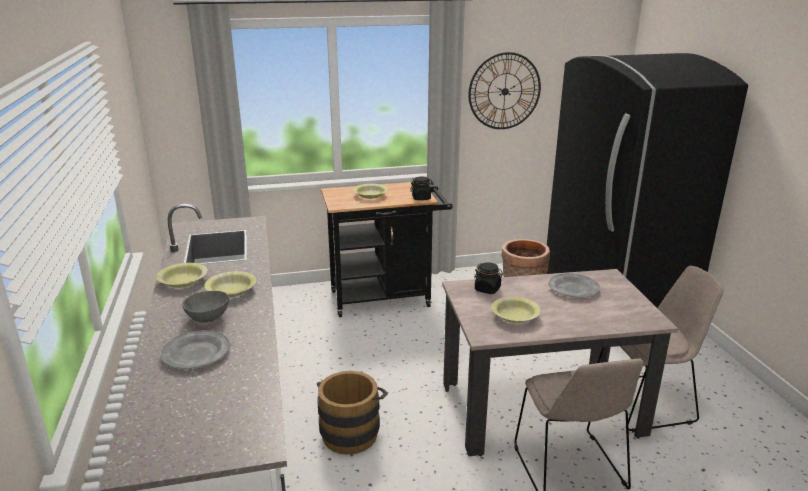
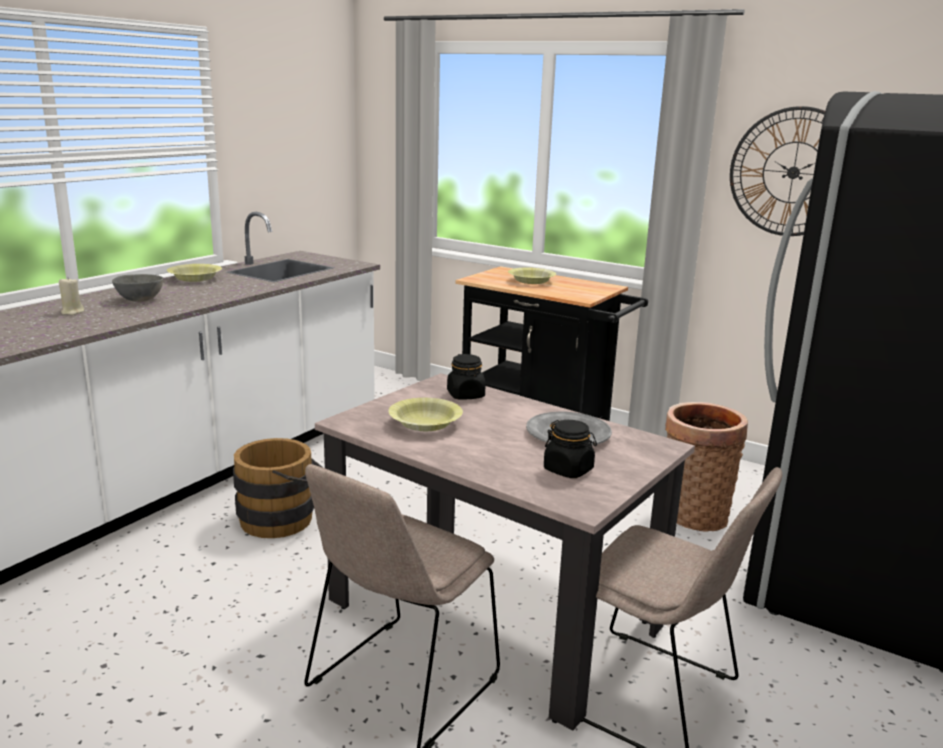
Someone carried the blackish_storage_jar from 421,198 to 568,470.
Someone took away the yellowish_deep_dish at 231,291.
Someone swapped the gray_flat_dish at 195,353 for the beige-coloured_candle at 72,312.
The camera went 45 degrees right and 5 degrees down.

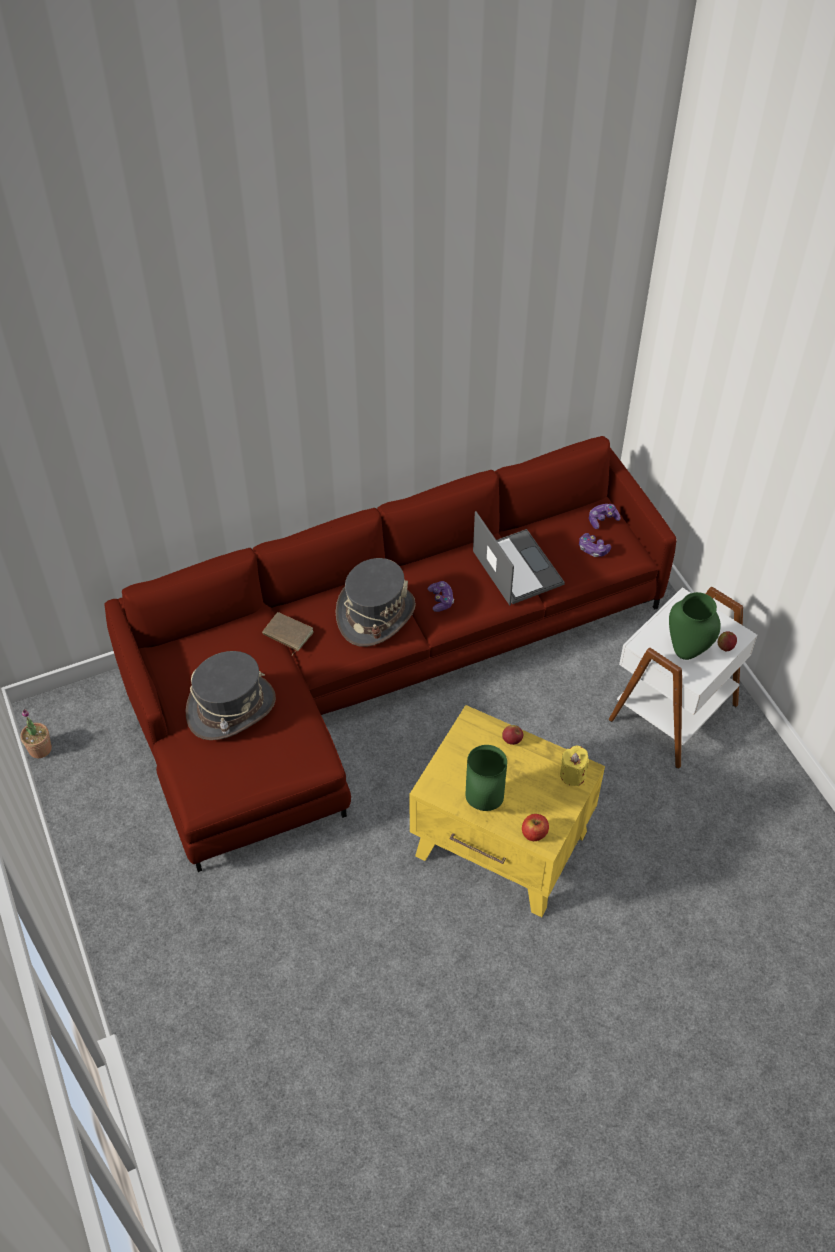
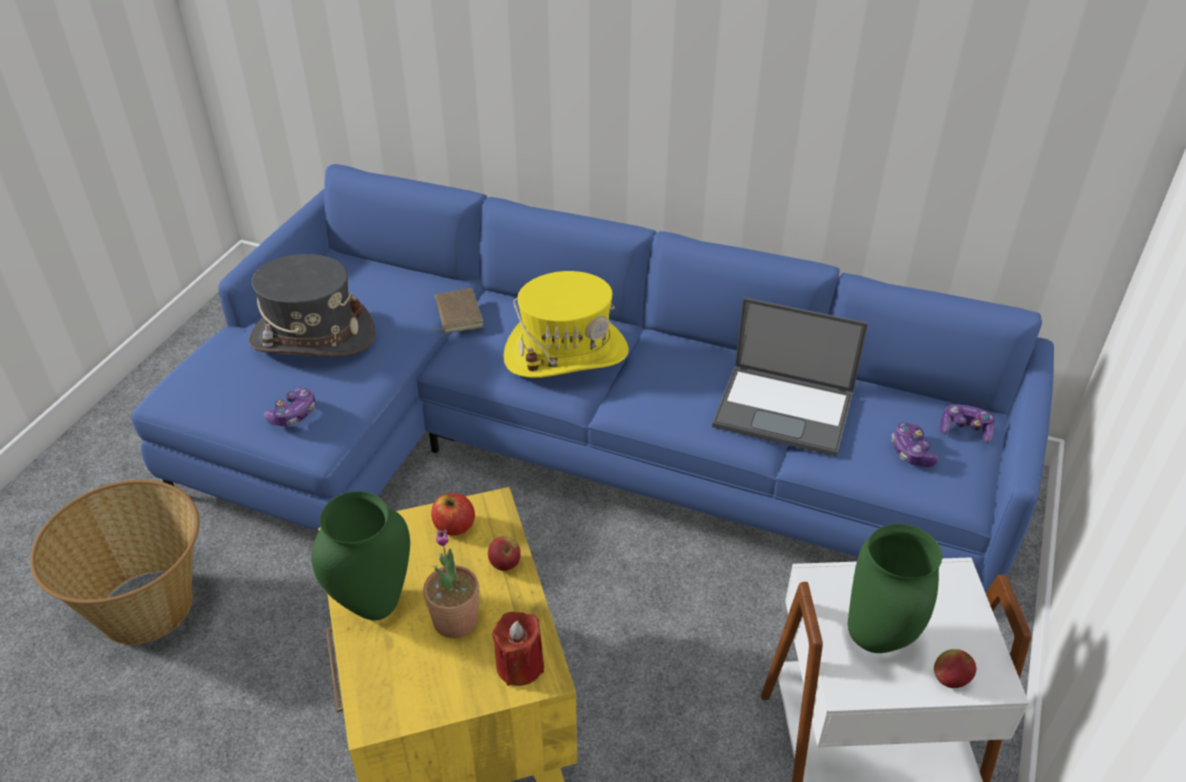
Someone repainted the red-coloured_sofa at 378,667, which became the blue-coloured_sofa at 569,444.
Someone rotated the notebook_computer at 516,567 by 90 degrees clockwise.
Someone repainted the gray_wearable_hat at 375,614, which became the yellowish_wearable_hat at 566,353.
Someone carried the game_controller from 441,600 to 294,414.
Someone carried the plant_in_a_pot from 40,749 to 455,620.
Someone repainted the yellowish_candle at 572,774, which became the red-coloured_candle at 520,665.
Someone carried the whole_apple from 534,833 to 454,526.
Someone put down the household_basket at 147,607.
The camera went 45 degrees right and 10 degrees down.

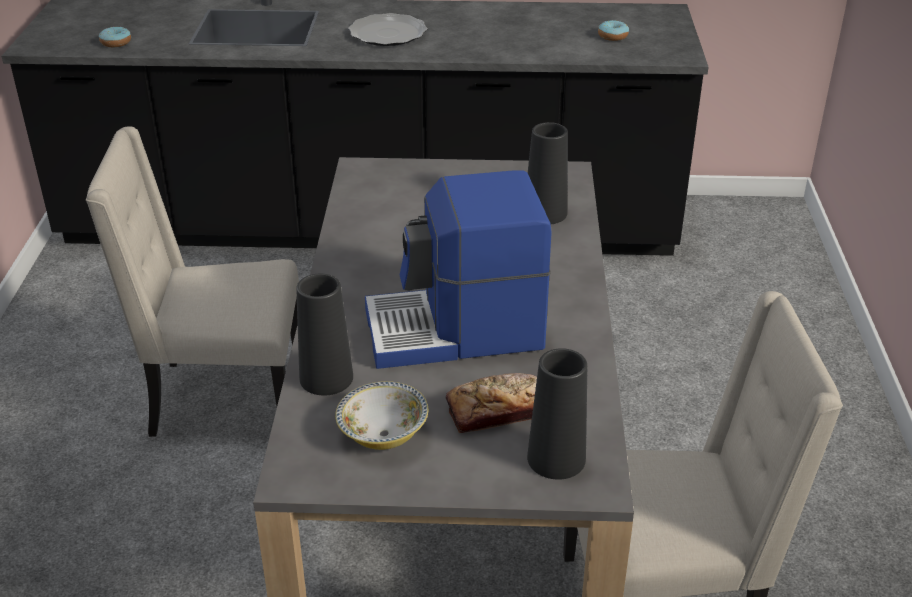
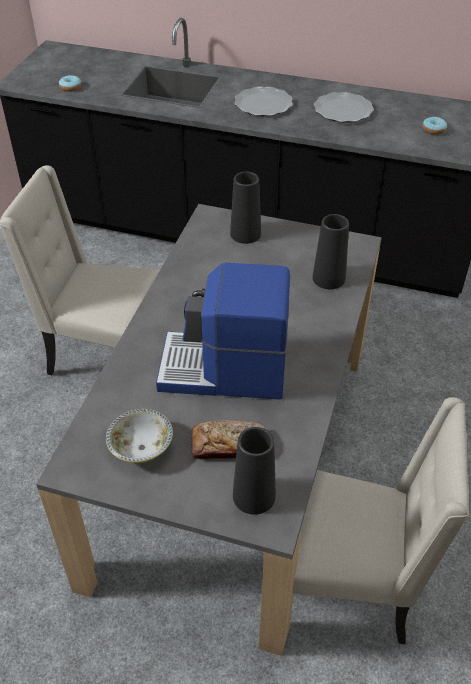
Someone carried the blackish_flower_vase from 326,378 to 245,234.
Someone put down the flat_dish at 343,110.
The camera went 15 degrees right and 10 degrees up.

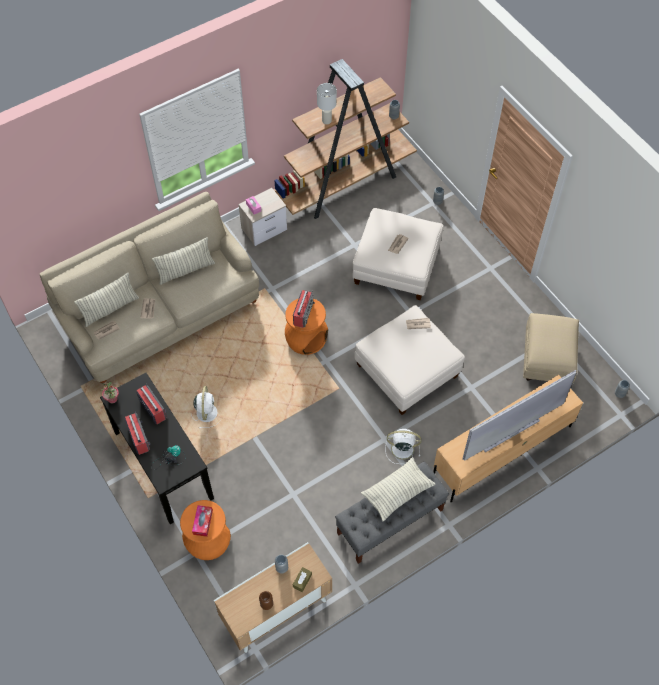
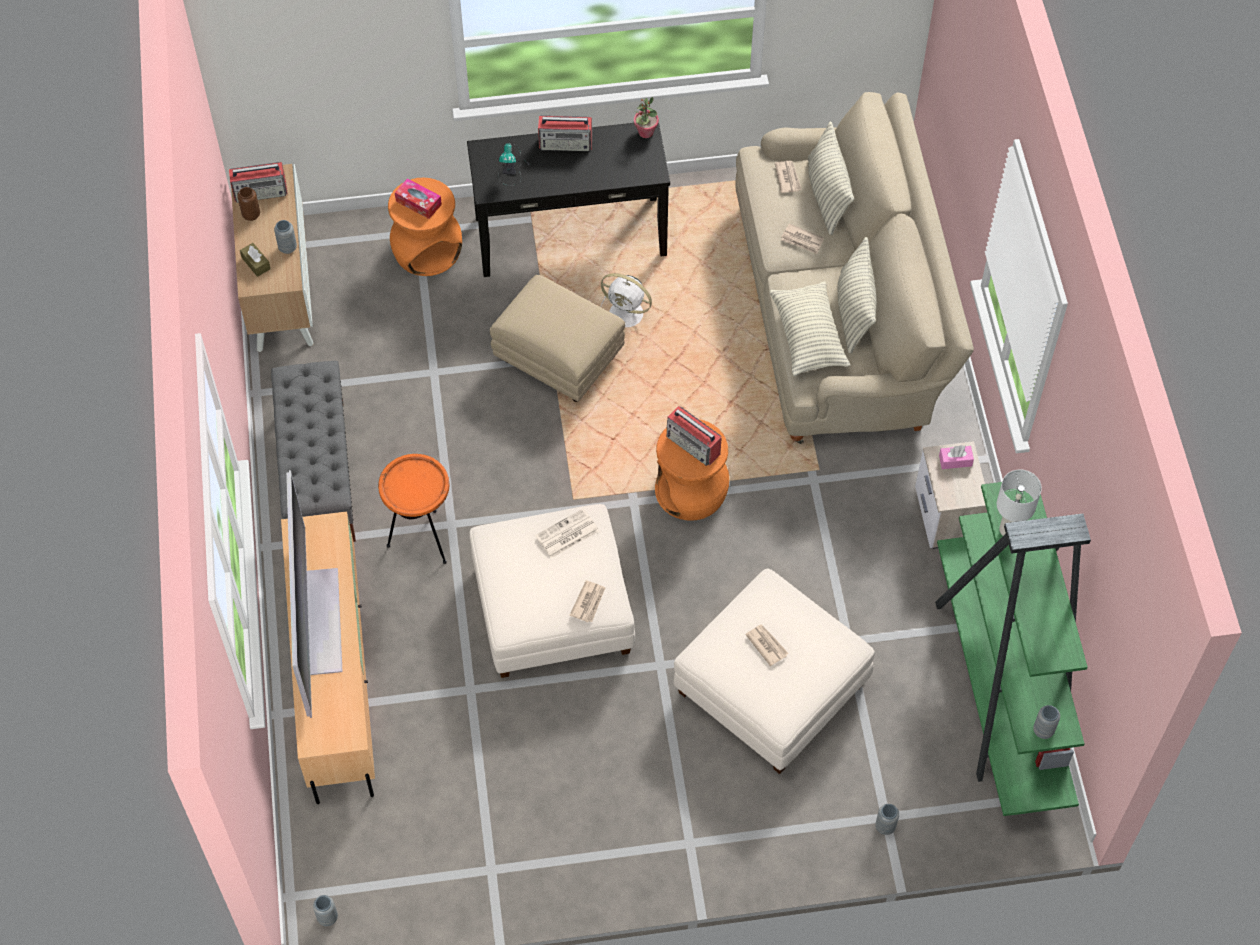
Someone repainted the brown_bookcase at 345,183, which became the green_bookcase at 1000,687.
Someone carried the beige-coloured_pouffe from 547,361 to 558,359.
Someone carried the radio from 152,408 to 261,192.
Someone swapped the white_fan at 401,448 for the orangey_end_table at 422,539.
Someone carried the pillow from 397,492 to 808,337.
Someone put down the printed_paper at 566,534.
The camera went 115 degrees right and 0 degrees up.

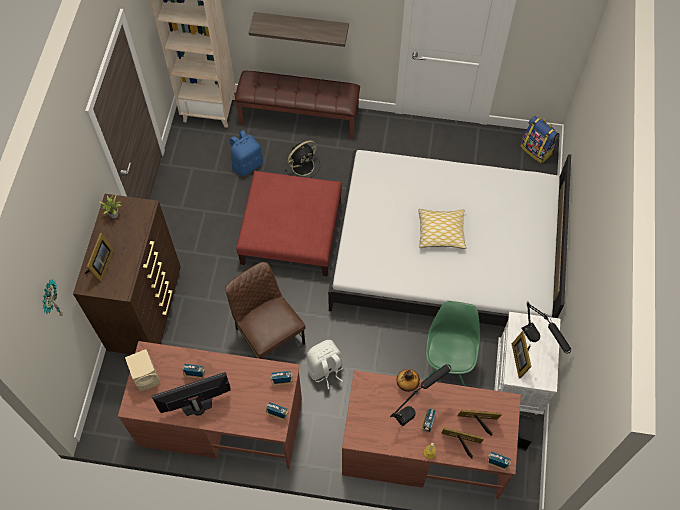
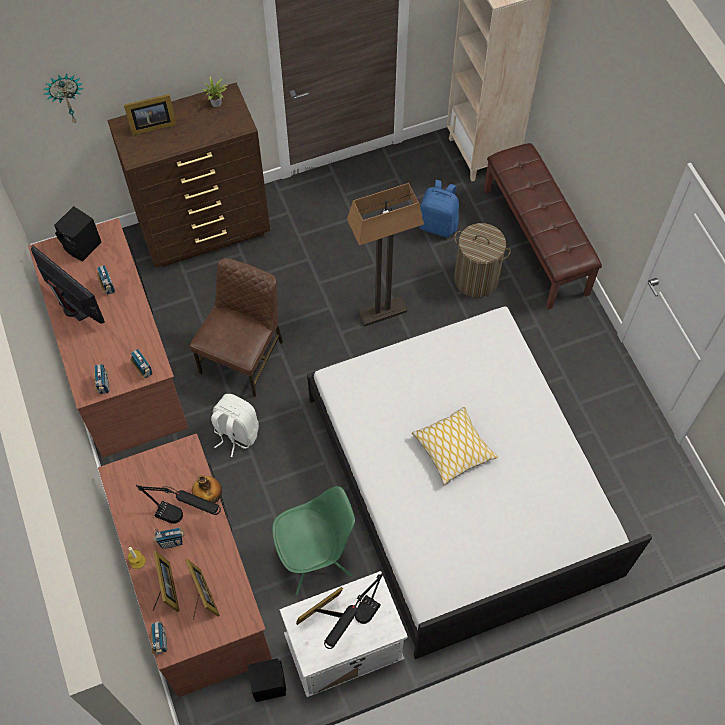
Someone took away the wall_shelf at 301,25.
Someone took away the knapsack at 536,150.
Someone swapped the blackish_fan at 303,165 for the laundry_basket at 476,278.
Someone swapped the red-coloured_pouffe at 292,233 for the standard_lamp at 382,312.
Someone repainted the beige-coloured_loudspeaker at 147,376, which became the blackish_loudspeaker at 83,246.
The camera went 60 degrees right and 0 degrees up.

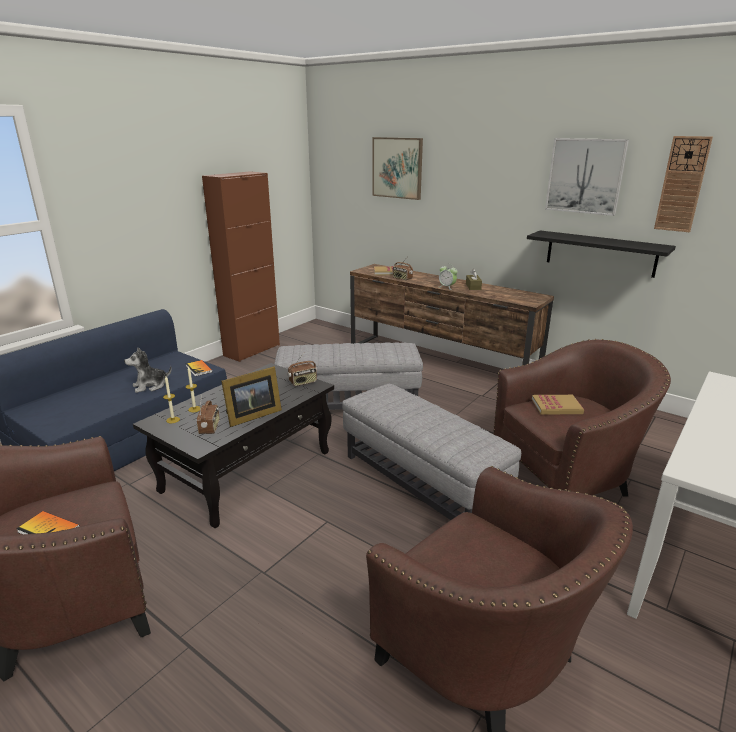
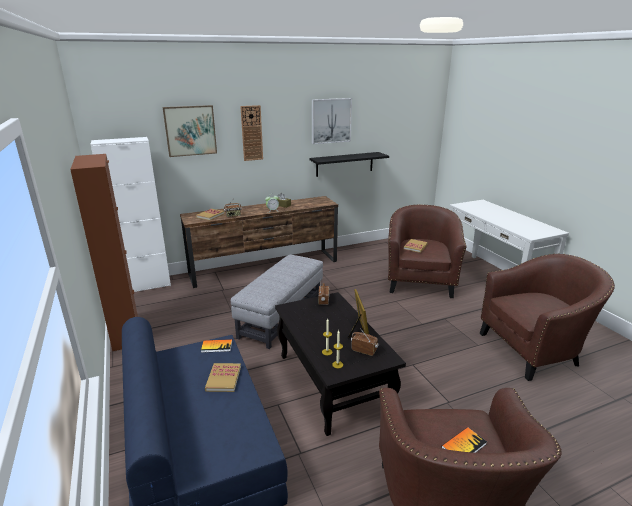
Someone carried the clock_on_the_wall from 682,184 to 251,133.
Someone swapped the soft_toy at 150,386 for the book at 223,378.
Someone took away the gray_pouffe at 422,482.
Someone put down the white_storage_cabinet at 146,285.
The camera went 60 degrees left and 0 degrees up.

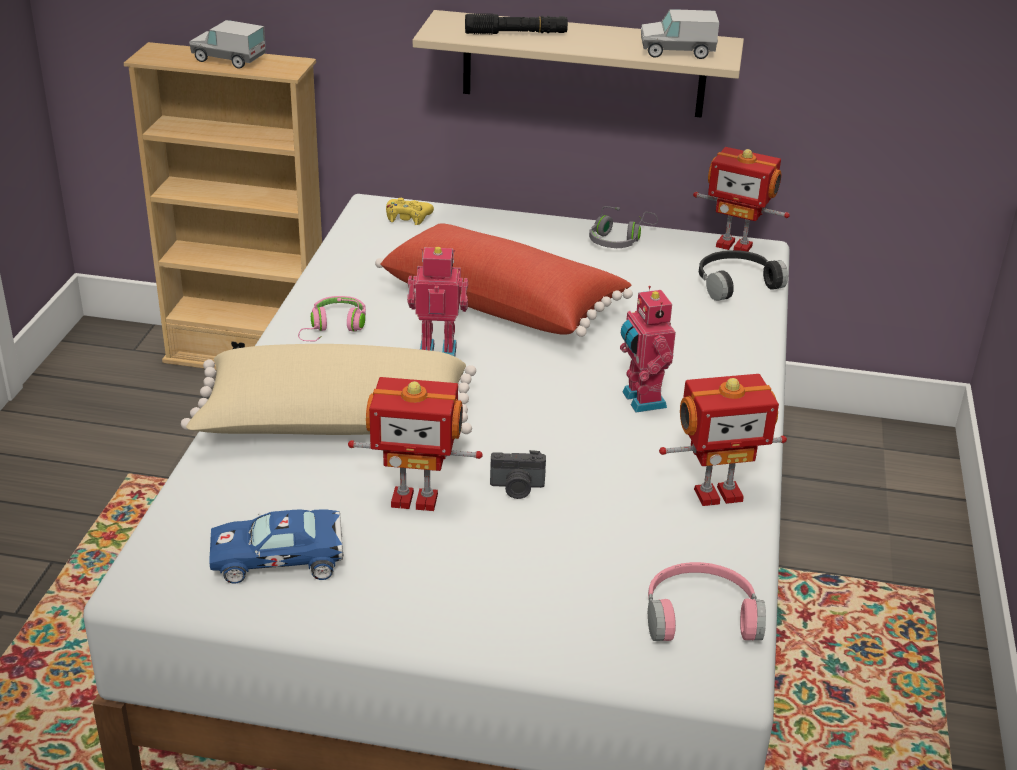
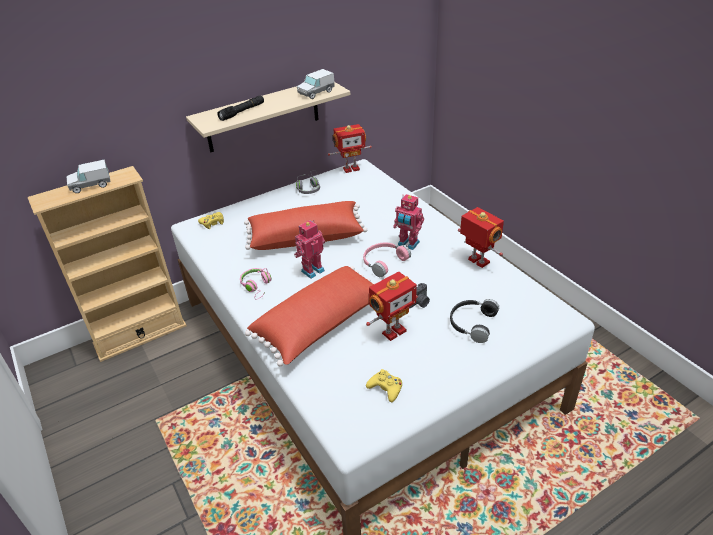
Someone carried the blackish_headset from 735,283 to 471,323.
Someone repainted the beige-coloured_pillow at 334,426, which became the red-coloured_pillow at 321,325.
Someone rotated the robot_figure at 717,493 by 75 degrees counterclockwise.
Someone swapped the blue-coloured_model_car at 284,559 for the yellowish_game_controller at 386,388.
Someone carried the pinkish_headset from 700,614 to 383,262.
The camera went 40 degrees left and 5 degrees up.

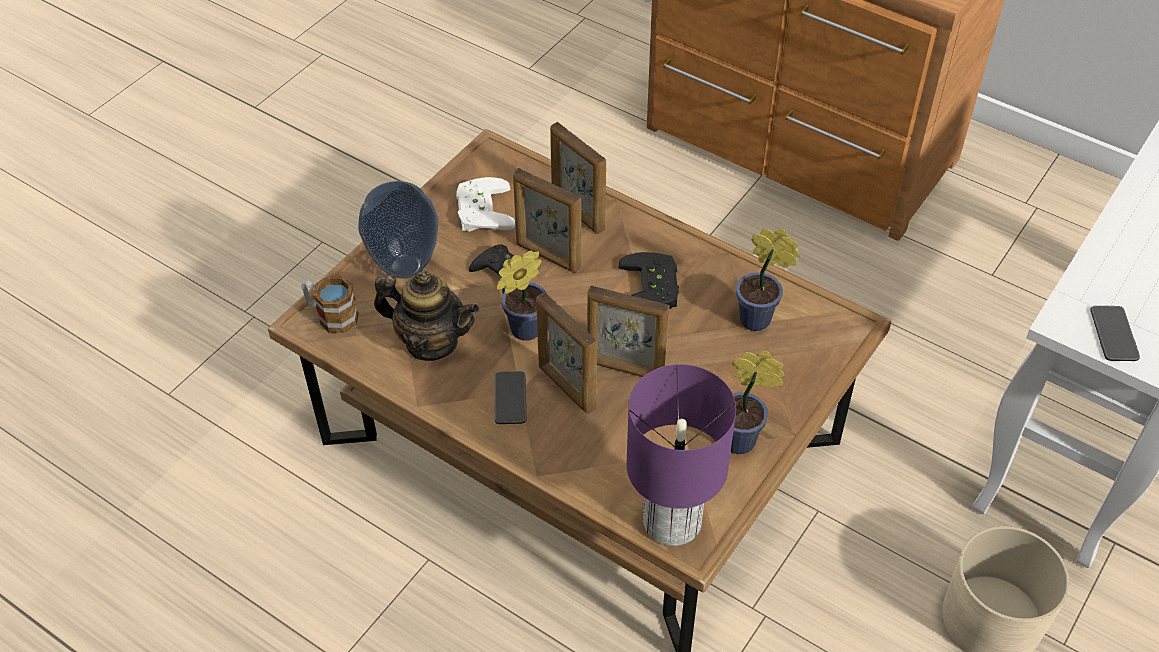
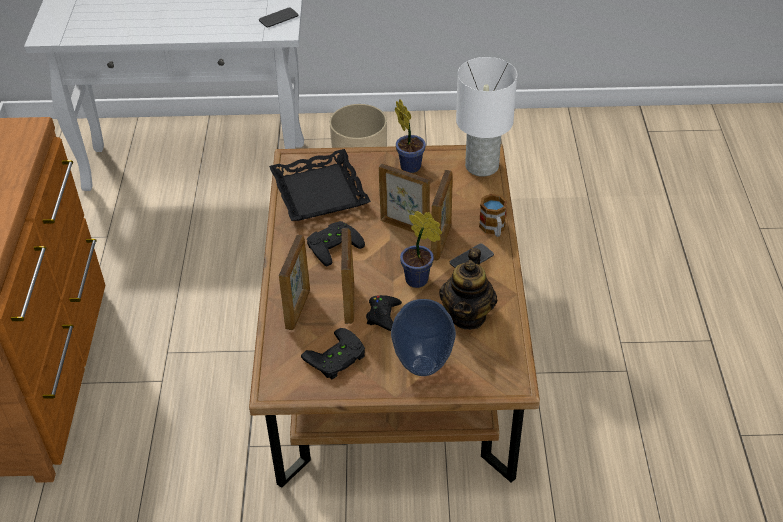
Someone repainted the white_game_controller at 480,210, which became the blackish_game_controller at 337,359.
Someone swapped the plant_in_a_pot at 759,320 for the blackish_tray at 320,192.
Someone rotated the pot_for_tea at 431,342 by 150 degrees counterclockwise.
Someone carried the tea_mug from 331,316 to 493,229.
Someone rotated the picture_frame at 625,369 by 45 degrees counterclockwise.
Someone repainted the purple_lamp_for_a_table at 673,520, which became the white_lamp_for_a_table at 481,166.
The camera went 125 degrees left and 5 degrees down.

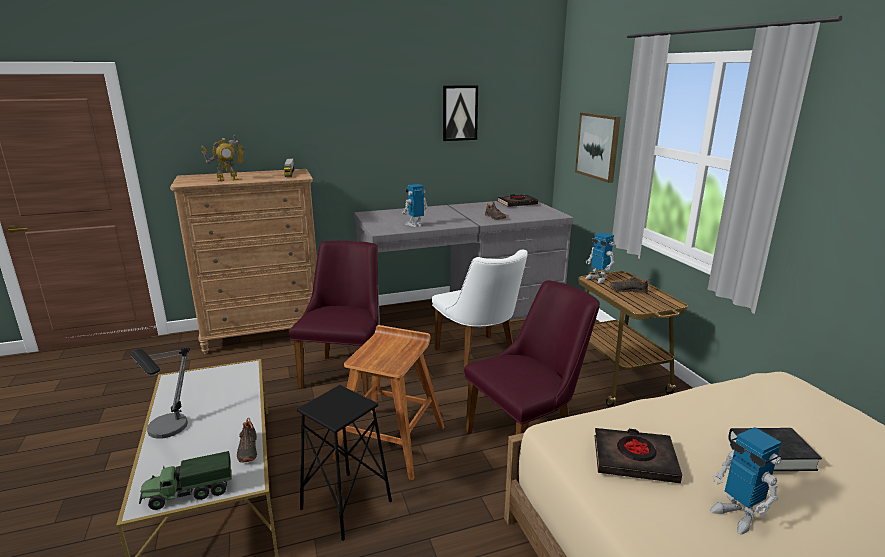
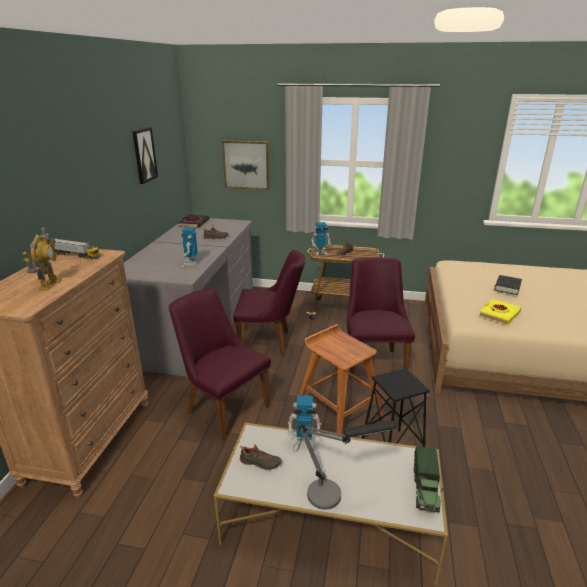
Someone repainted the white_upright_chair at 479,357, which became the purple_upright_chair at 269,343.
Someone carried the blackish_low_shoe from 247,450 to 260,463.
Someone carried the robot_figure from 737,515 to 304,444.
Someone repainted the blackish_book at 634,459, which became the yellowish_book at 499,314.
The camera went 60 degrees left and 5 degrees up.

